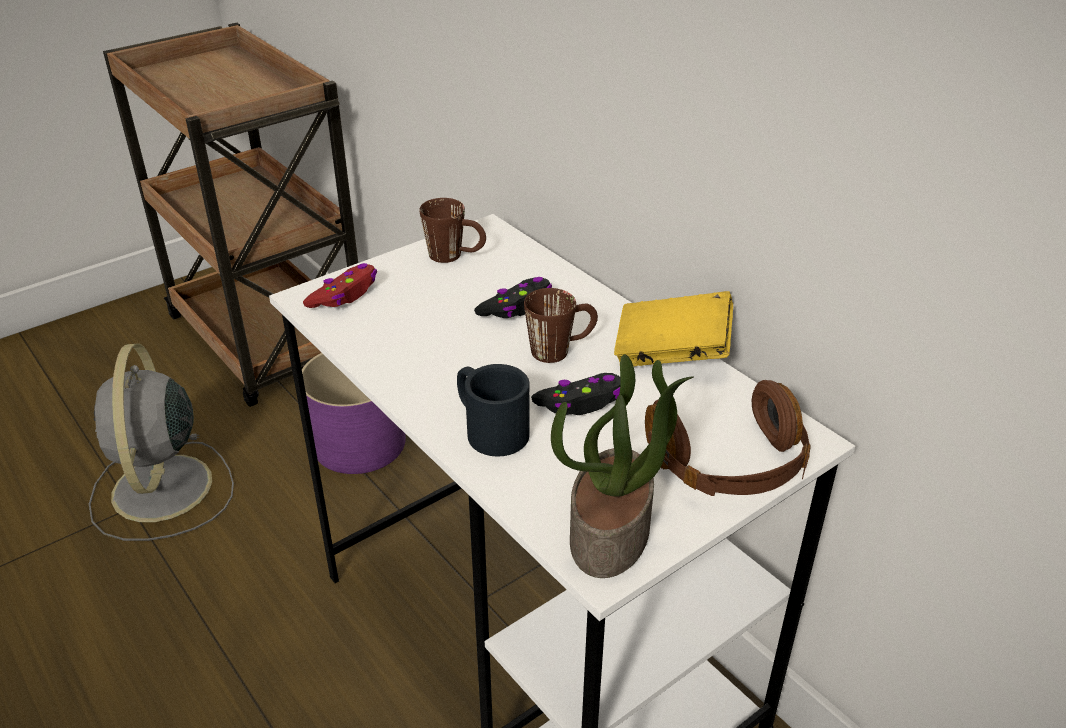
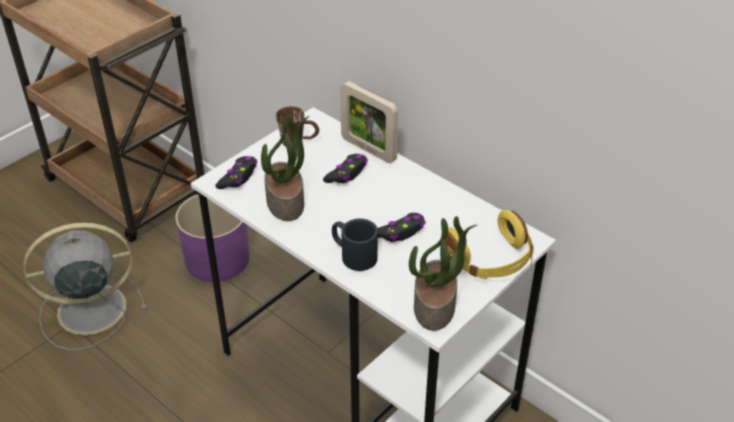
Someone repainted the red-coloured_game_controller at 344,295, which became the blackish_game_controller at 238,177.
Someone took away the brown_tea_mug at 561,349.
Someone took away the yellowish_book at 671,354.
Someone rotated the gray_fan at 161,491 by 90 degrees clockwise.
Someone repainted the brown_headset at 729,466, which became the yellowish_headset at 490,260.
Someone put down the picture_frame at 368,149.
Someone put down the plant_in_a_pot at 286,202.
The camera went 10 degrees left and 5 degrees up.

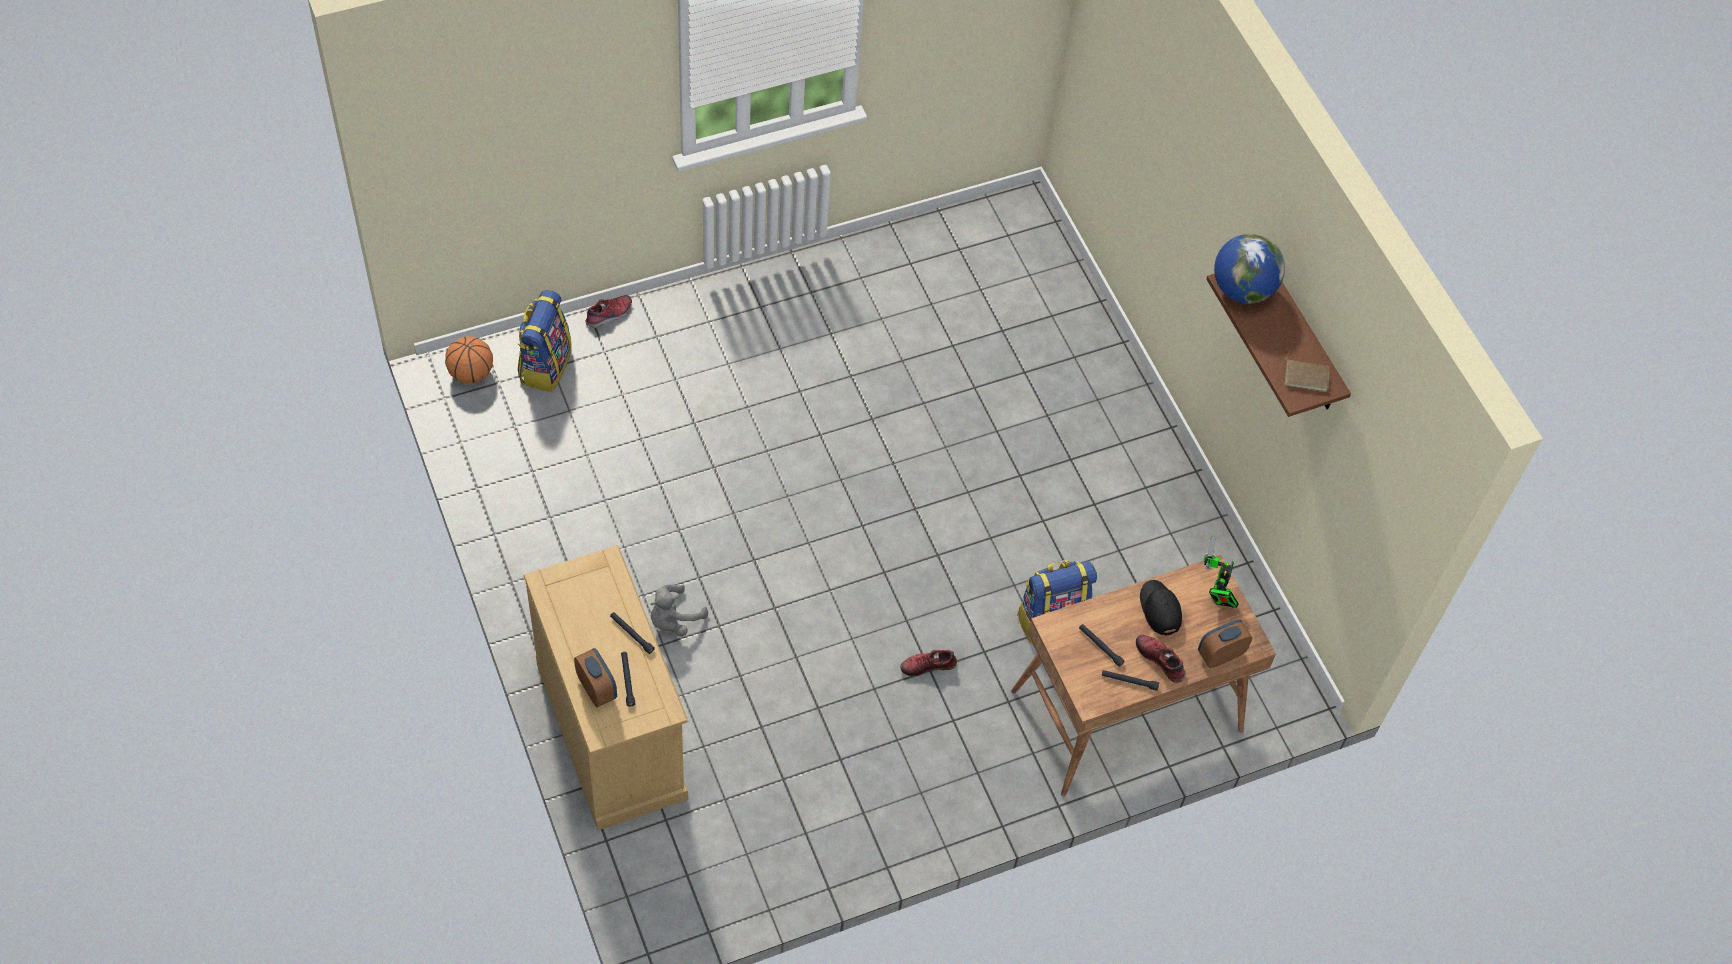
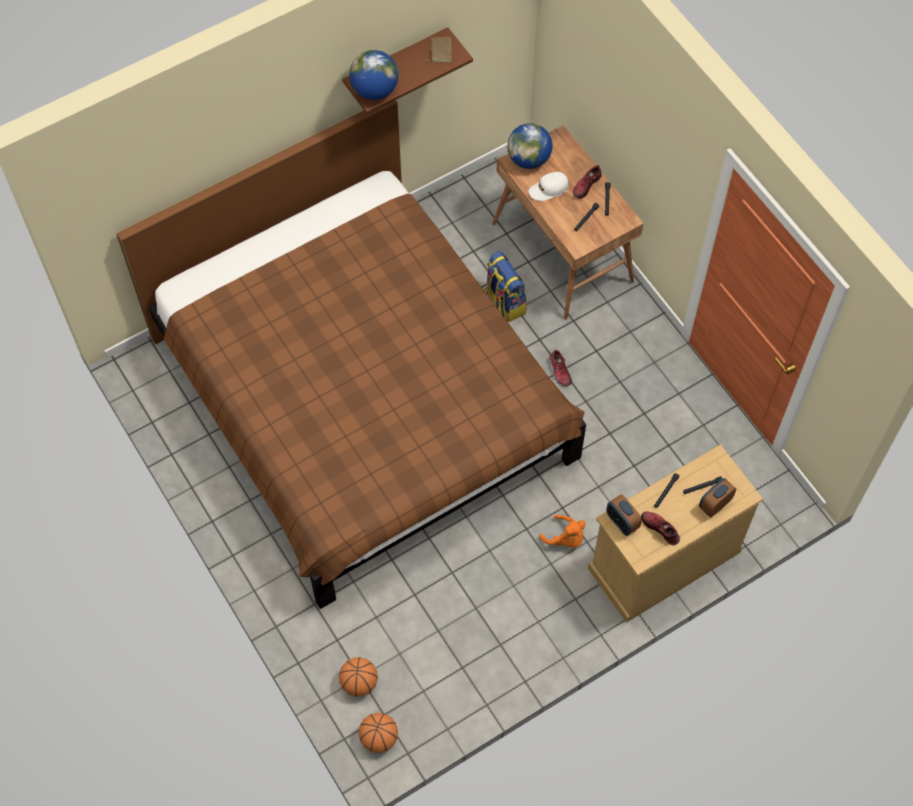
Someone swapped the knapsack at 545,365 for the basketball at 359,682.
Someone carried the low_shoe from 609,315 to 660,528.
Someone swapped the robot_figure at 1216,595 for the world_globe at 529,159.
Someone repainted the blackish_baseball_cap at 1159,609, which became the white_baseball_cap at 548,189.
Someone repainted the gray_soft_toy at 674,620, which became the orangey_soft_toy at 565,538.
Someone carried the bedside_clock from 1220,654 to 622,522.
Someone put down the brown_bed at 362,399.
The camera went 95 degrees left and 5 degrees up.

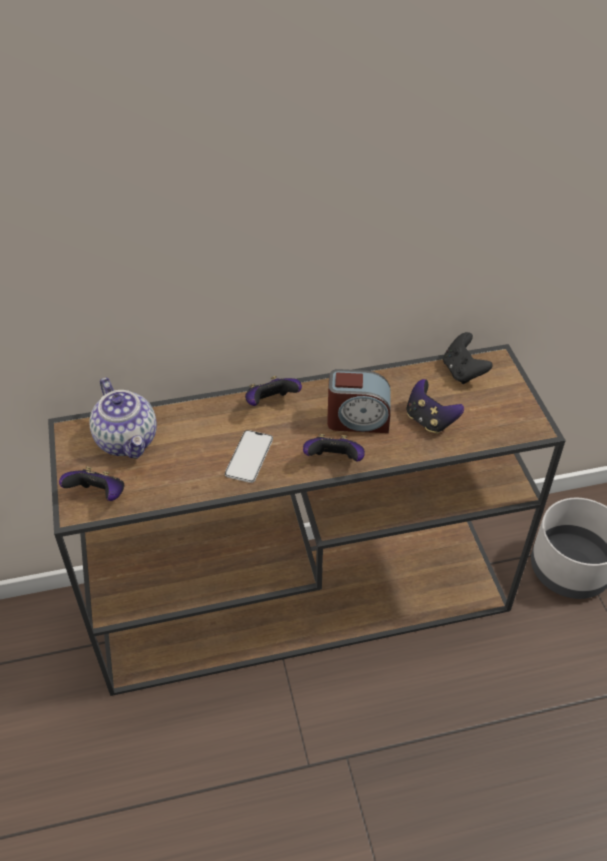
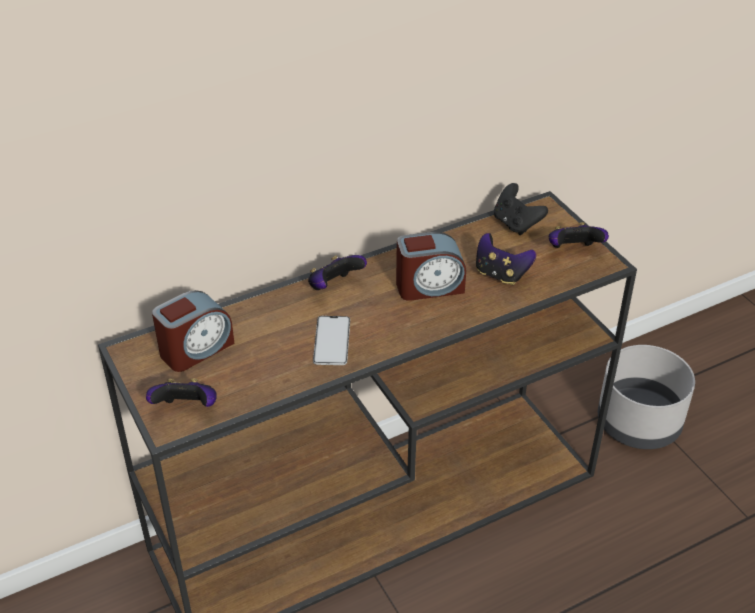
Someone swapped the pot_for_tea at 128,440 for the bedside_clock at 196,349.
Someone carried the game_controller from 334,461 to 573,251.
The camera went 15 degrees left and 5 degrees down.

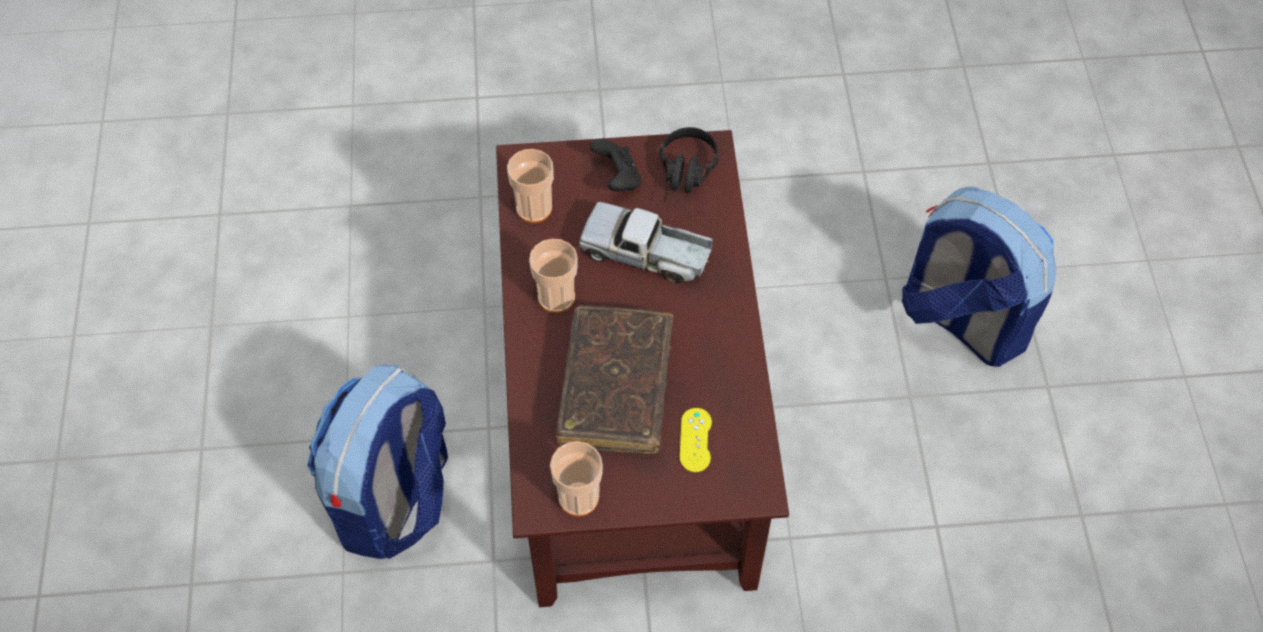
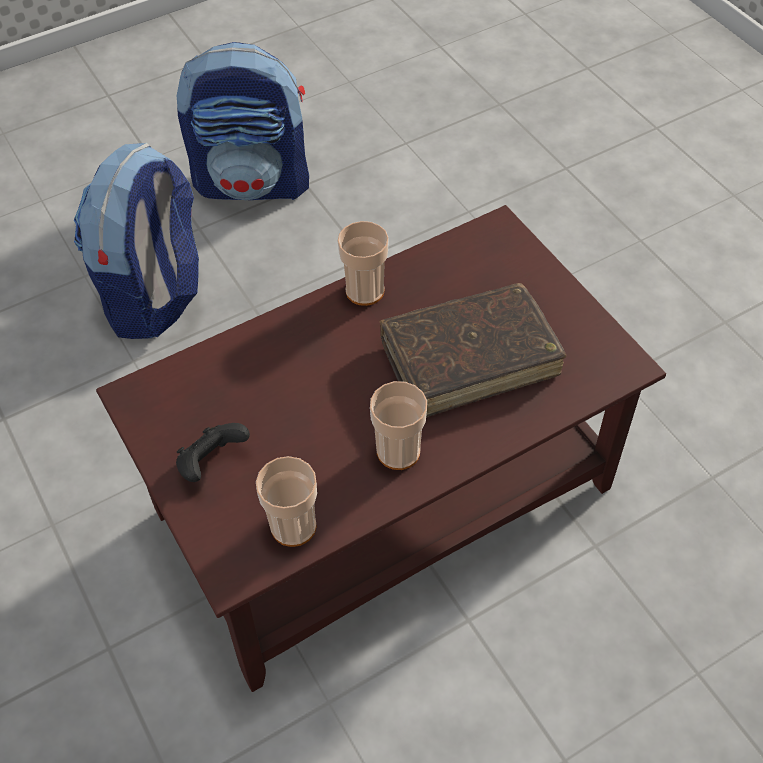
Someone took away the blackish_headset at 685,176.
Someone took away the model_truck at 646,253.
Someone carried the knapsack from 395,500 to 254,183.
Someone took away the yellowish_game_controller at 695,440.
Someone carried the drinking_cup from 578,498 to 365,291.
The camera went 115 degrees left and 5 degrees down.

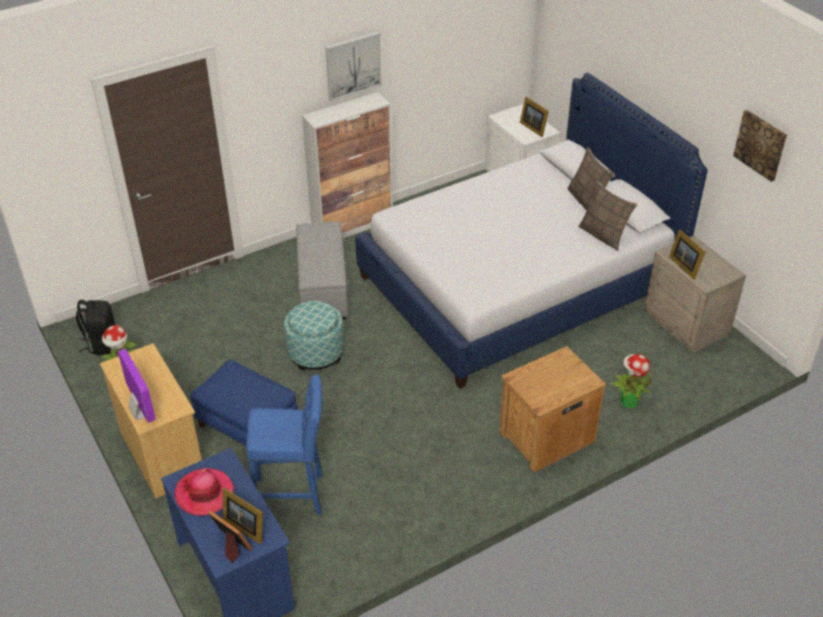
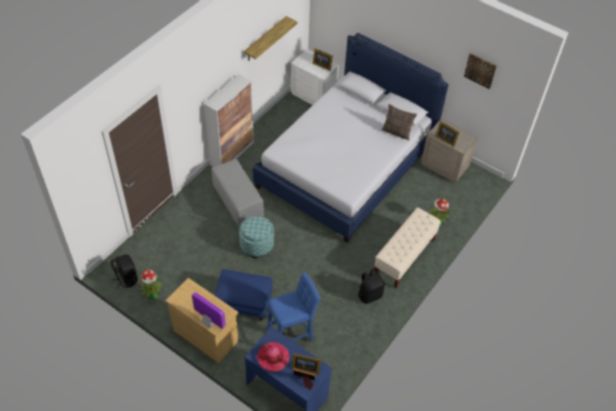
Someone took away the wall_picture at 353,65.
Someone took away the pillow at 587,201.
Someone swapped the brown_bedside_table at 545,437 for the beige-coloured_indoor_bench at 404,257.
Someone put up the wall_shelf at 265,39.
Someone put down the blackish_knapsack at 369,295.
The camera went 25 degrees left and 10 degrees up.

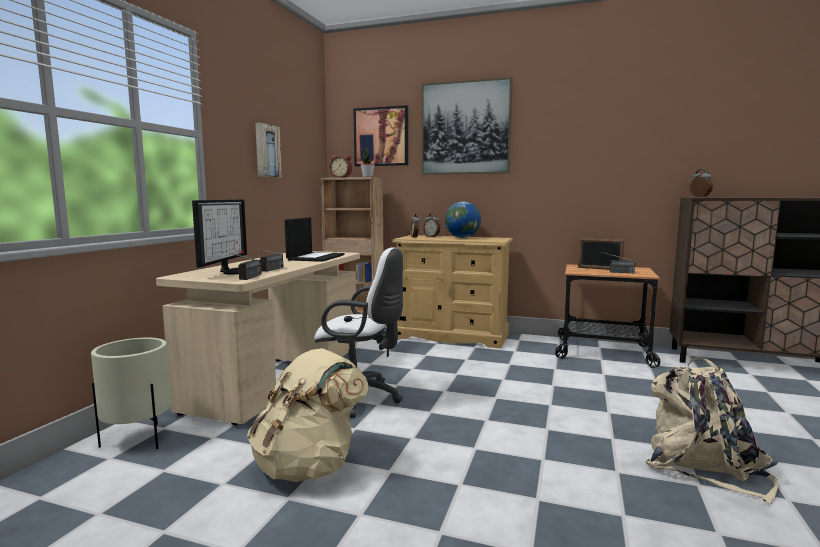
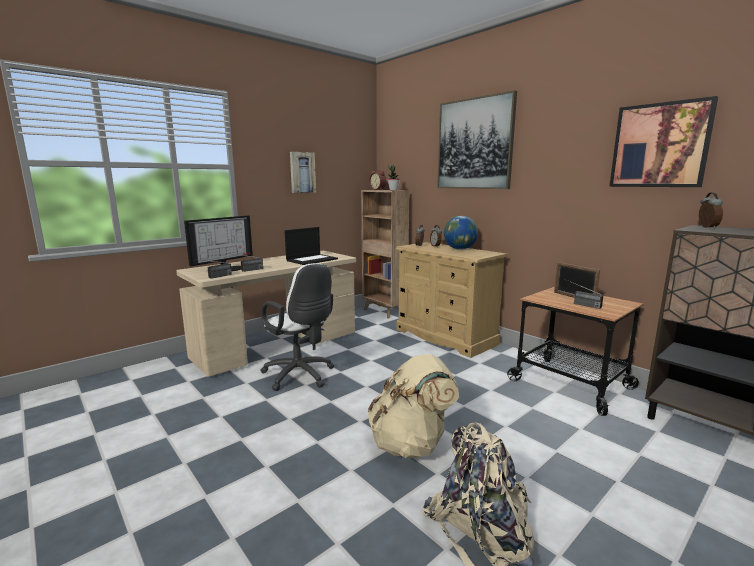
Someone carried the wall_picture from 381,137 to 659,145.
Someone took away the beige-coloured_flower_pot at 138,439.
Someone carried the beige-coloured_knapsack from 309,466 to 411,444.
The camera went 30 degrees right and 5 degrees up.

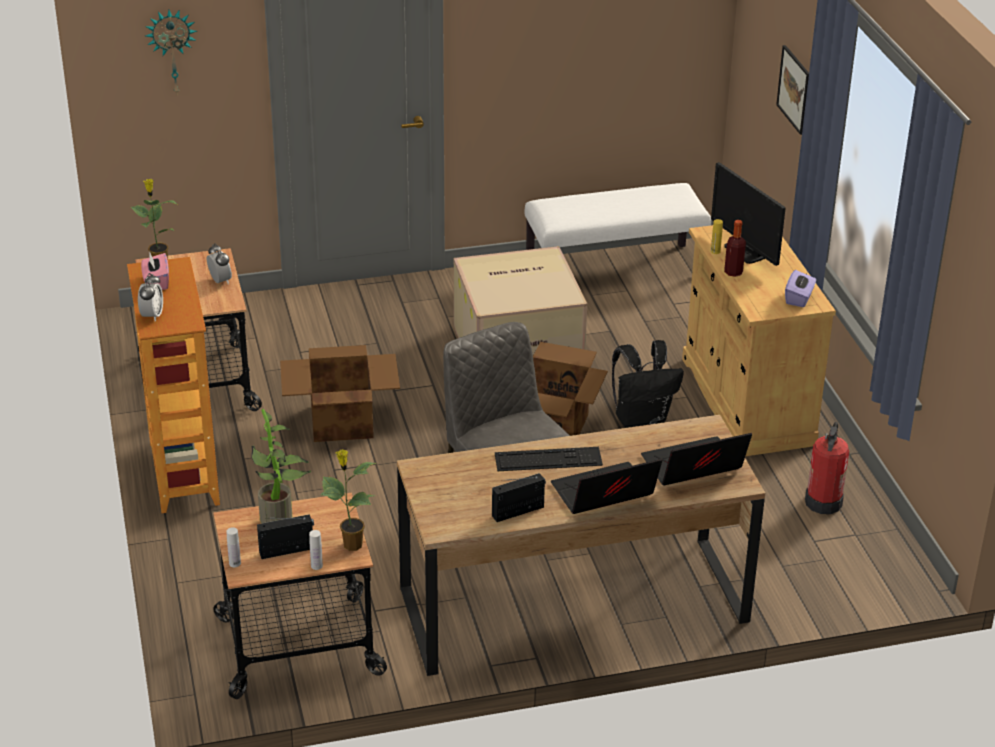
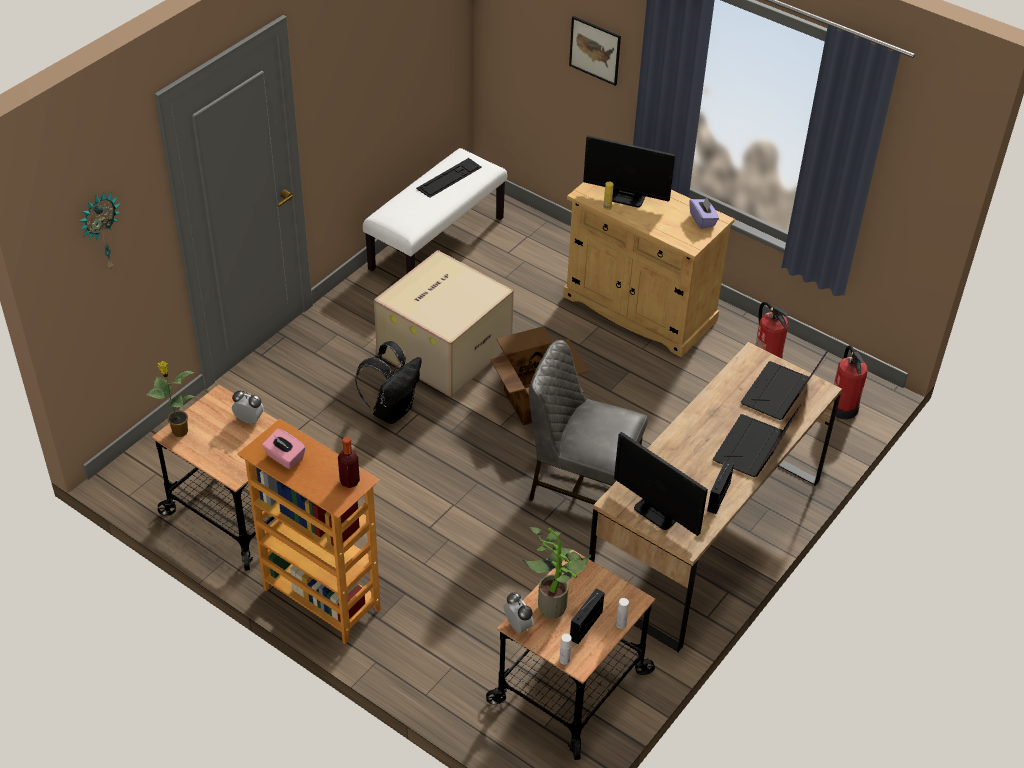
Someone carried the bottle from 733,272 to 349,481.
Someone carried the bedside_clock from 152,315 to 518,626.
Someone carried the blackish_knapsack from 642,420 to 392,410.
Someone took away the cardboard_box at 340,421.
Someone carried the PC_keyboard from 548,459 to 449,178.
Someone took away the plant_in_a_pot at 351,544.
Someone put down the extinguisher at 842,407.
Someone put down the computer_display at 657,512.
The camera went 40 degrees left and 10 degrees up.

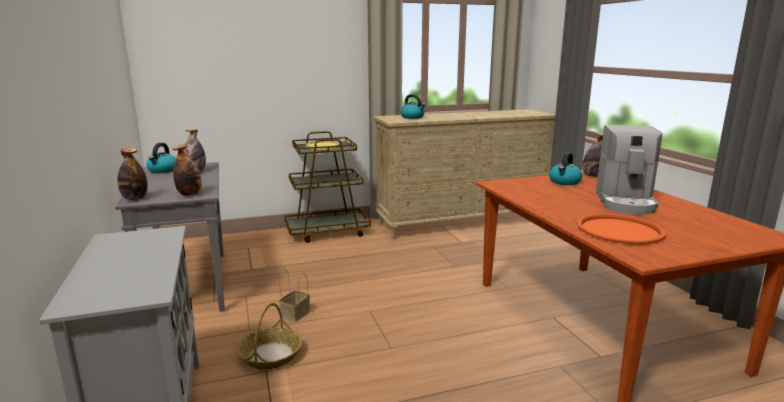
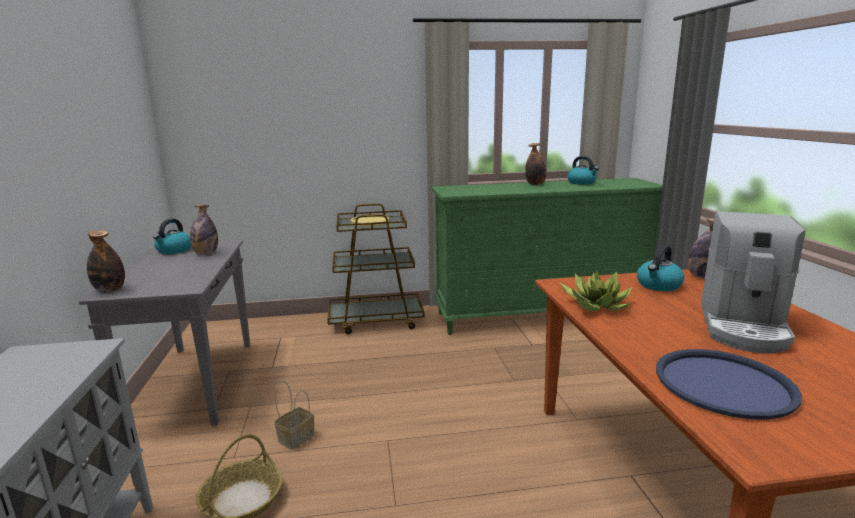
Someone carried the tea_kettle from 413,117 to 582,183.
Someone repainted the beige-coloured_drawer_chest at 463,222, which became the green_drawer_chest at 541,315.
Someone carried the bottle from 190,194 to 535,184.
Someone repainted the orangey_tray at 619,230, which became the blue-coloured_tray at 723,384.
Someone put down the plant_in_a_pot at 596,305.
The camera went 10 degrees right and 0 degrees up.

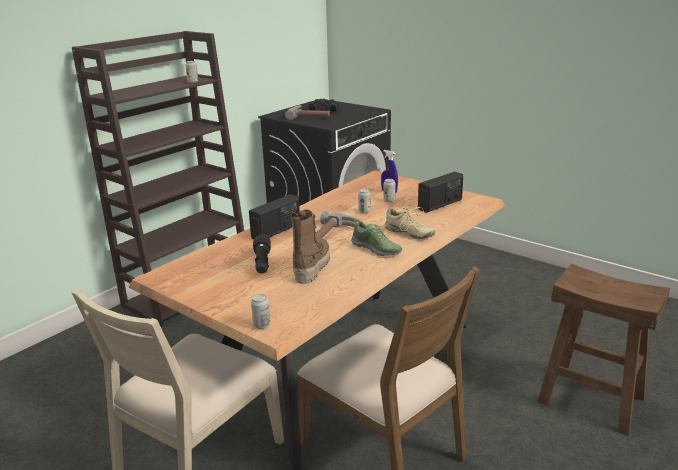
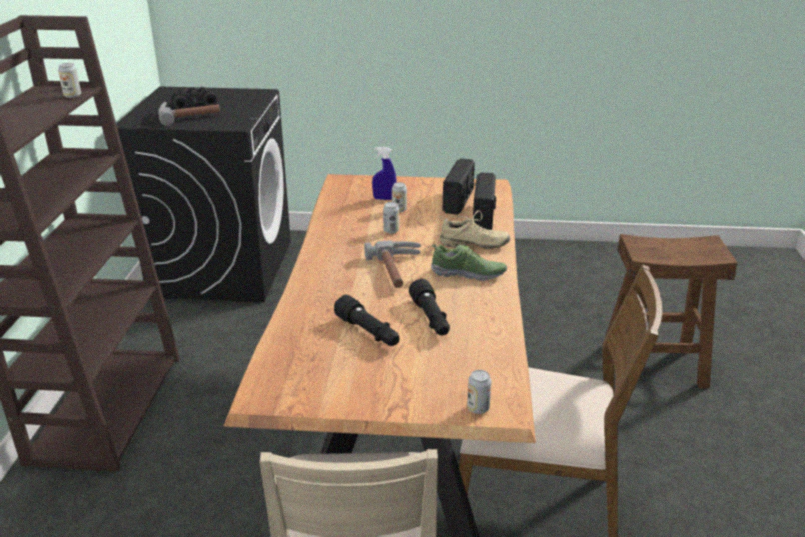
Someone carried the radio from 276,231 to 484,217.
Someone swapped the high-top_boot at 311,267 for the blackish_flashlight at 431,318.
The camera went 35 degrees left and 5 degrees up.

